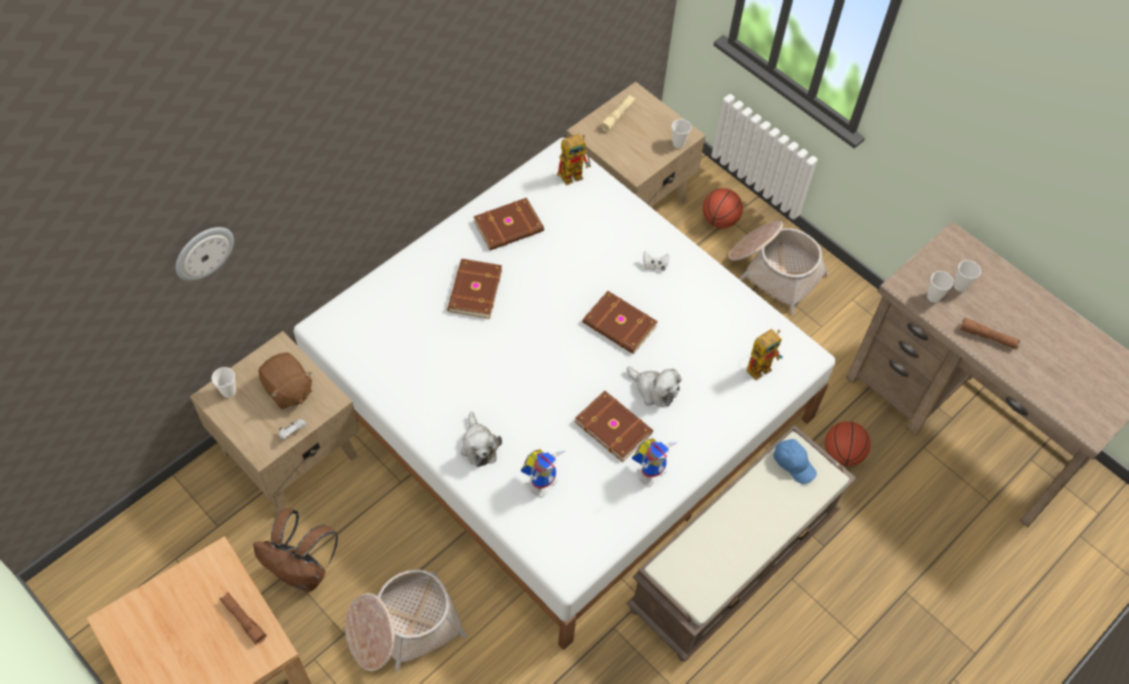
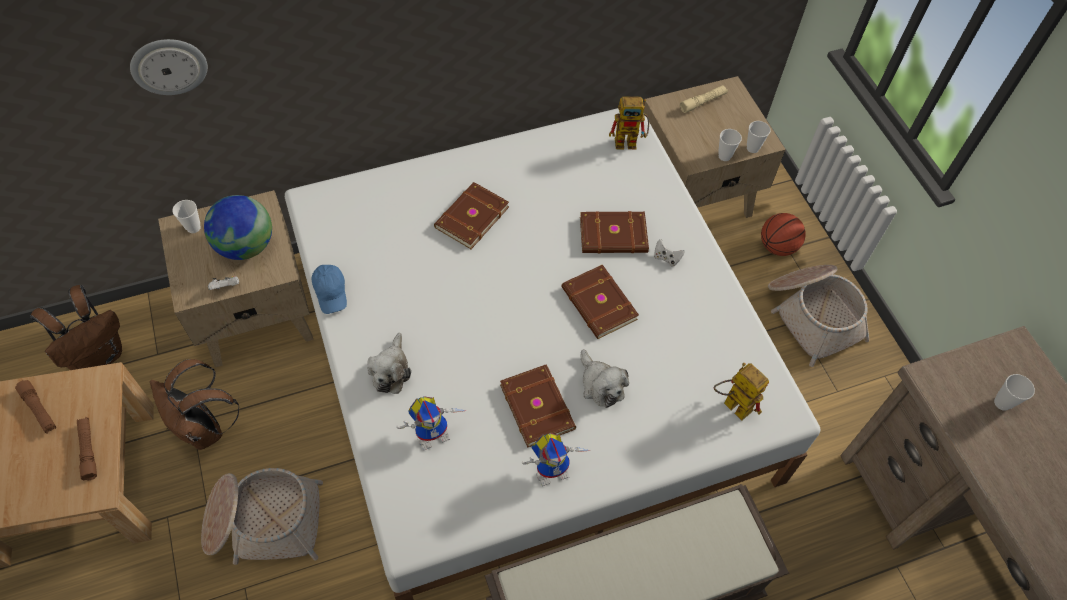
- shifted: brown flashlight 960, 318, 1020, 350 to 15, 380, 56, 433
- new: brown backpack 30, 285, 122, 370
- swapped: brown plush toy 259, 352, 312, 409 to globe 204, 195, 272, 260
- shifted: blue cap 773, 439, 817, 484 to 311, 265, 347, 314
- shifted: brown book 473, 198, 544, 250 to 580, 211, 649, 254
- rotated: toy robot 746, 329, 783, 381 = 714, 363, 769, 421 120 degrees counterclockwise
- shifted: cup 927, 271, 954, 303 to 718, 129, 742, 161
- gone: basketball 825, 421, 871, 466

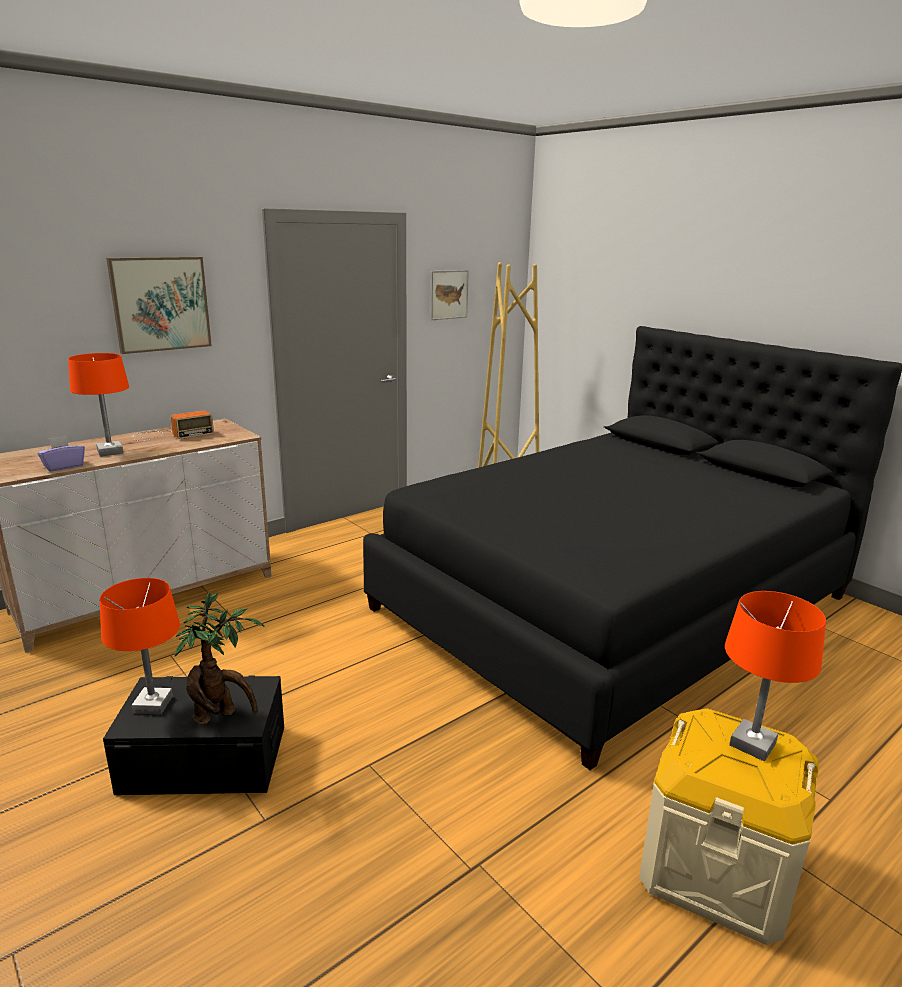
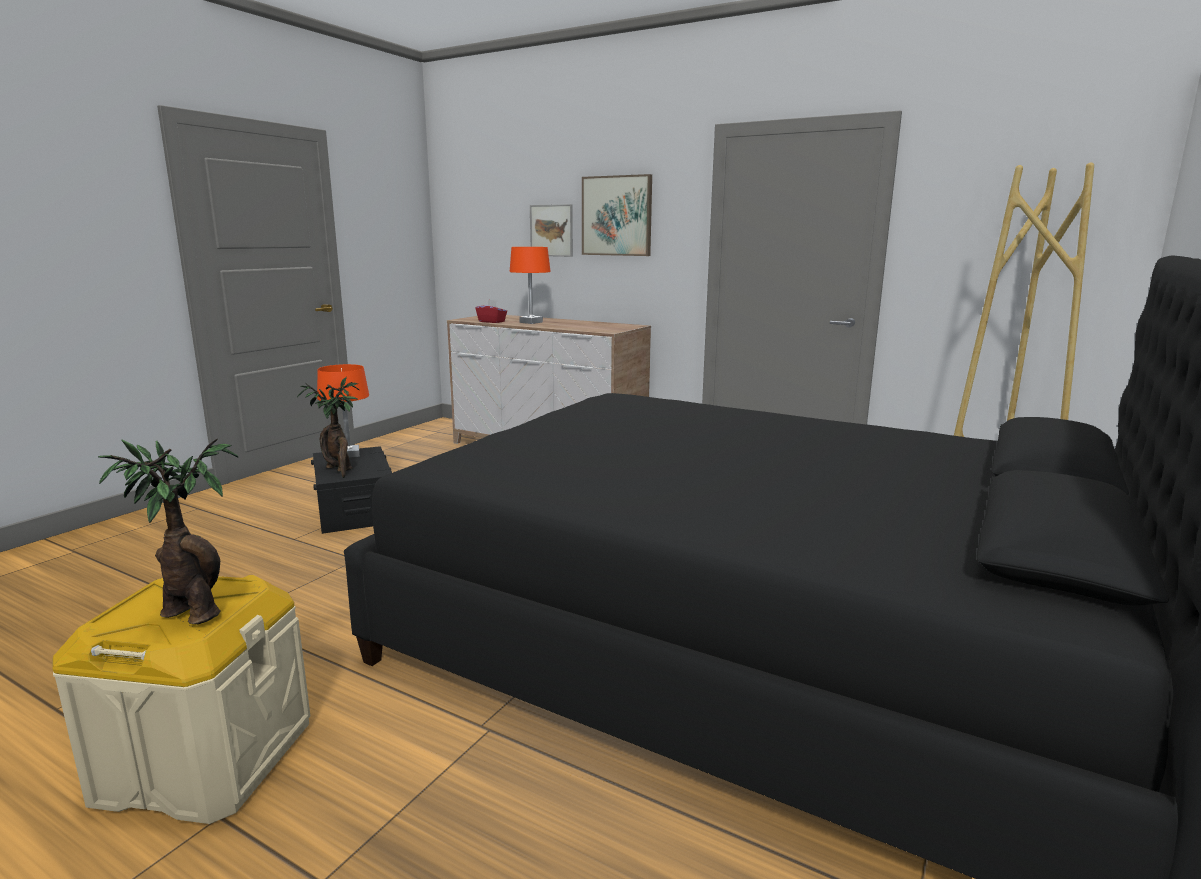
- swapped: orange table lamp 725, 591, 826, 762 to potted plant 98, 439, 239, 624
- repainted: purple tissue box 37, 435, 85, 471 to red tissue box 476, 300, 507, 323
- shifted: picture 430, 270, 469, 320 to 530, 204, 573, 257
- gone: radio 133, 411, 214, 441

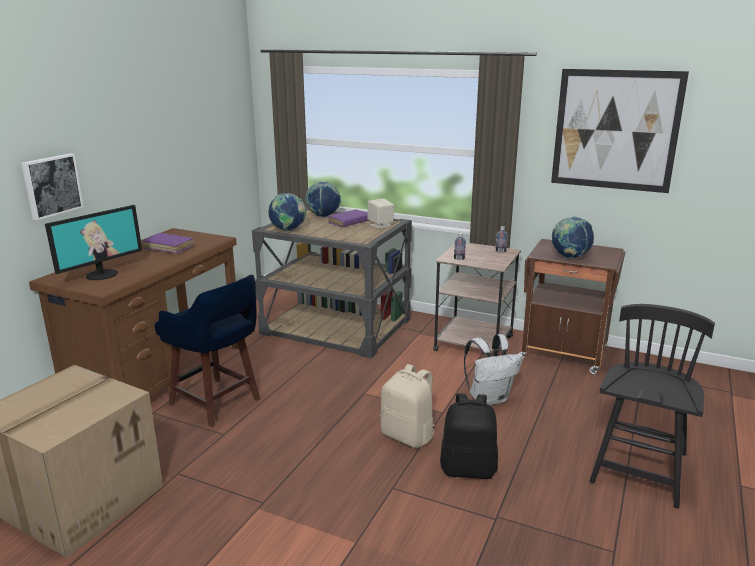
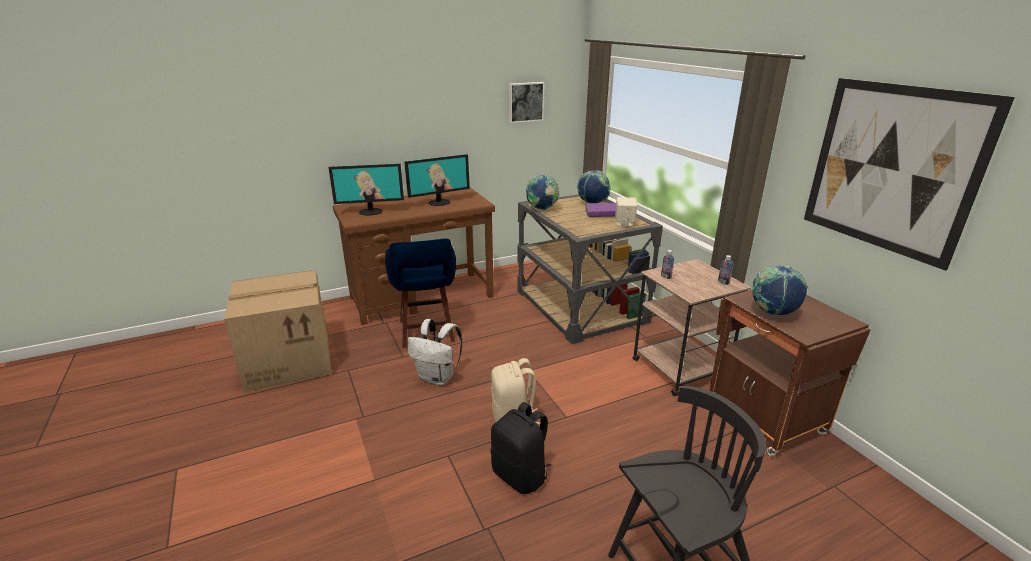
- swapped: purple book 142, 233, 194, 254 to monitor 404, 154, 470, 206
- shifted: white backpack 464, 334, 523, 405 to 408, 319, 462, 385
- shifted: picture 21, 153, 83, 220 to 509, 82, 544, 123

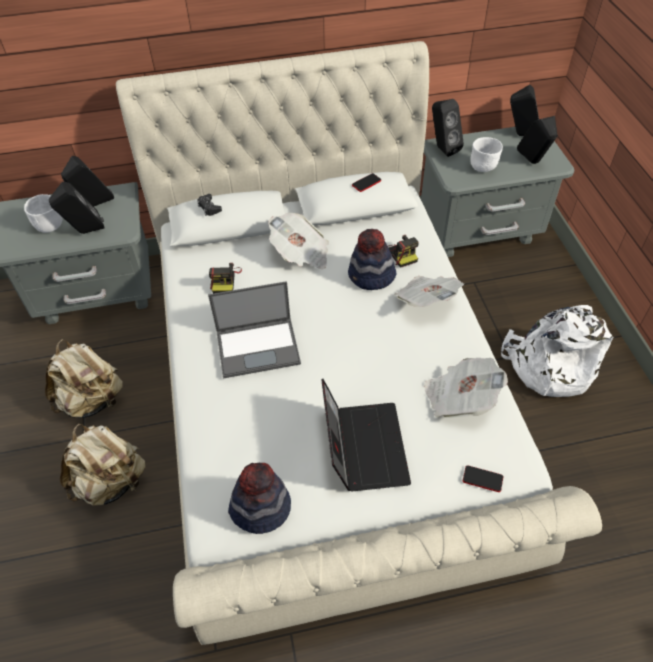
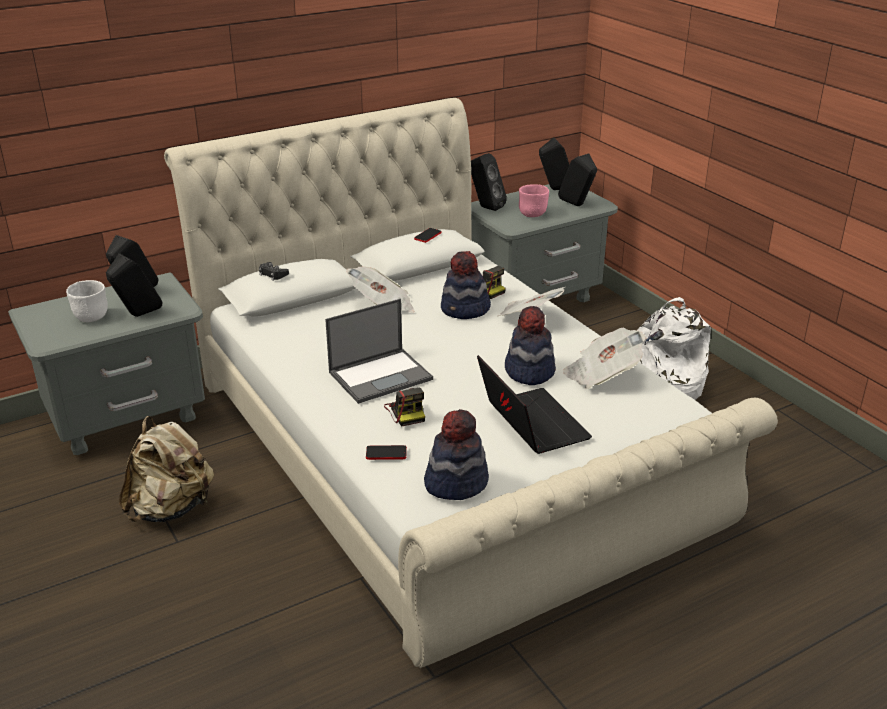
- shifted: phone 463, 466, 504, 492 to 366, 445, 407, 460
- shifted: photo camera 209, 263, 242, 294 to 384, 387, 425, 427
- new: hat 505, 306, 556, 385
- repainted: white bowl 470, 137, 503, 172 to pink bowl 519, 184, 549, 217
- gone: beige backpack 60, 423, 146, 506

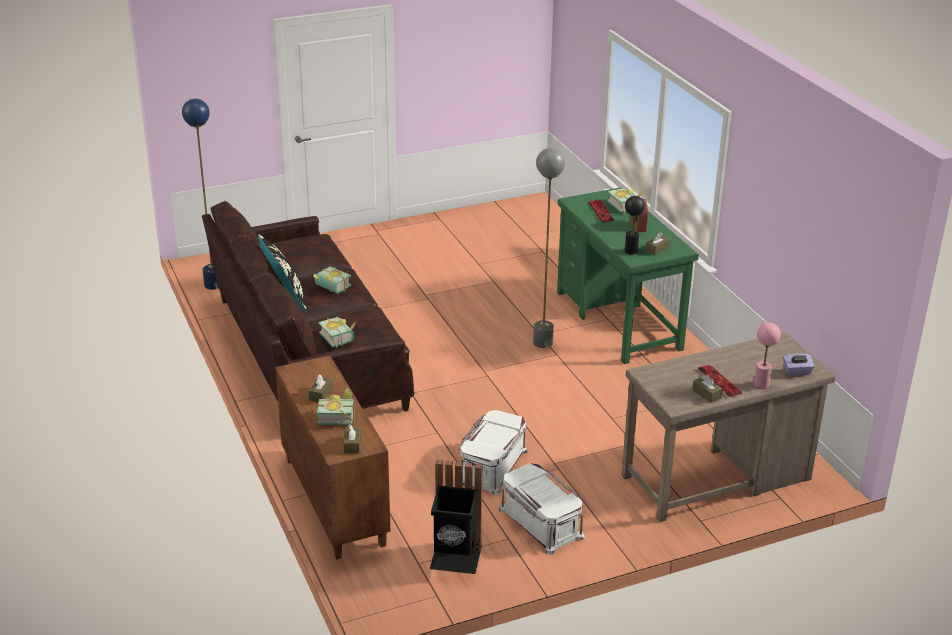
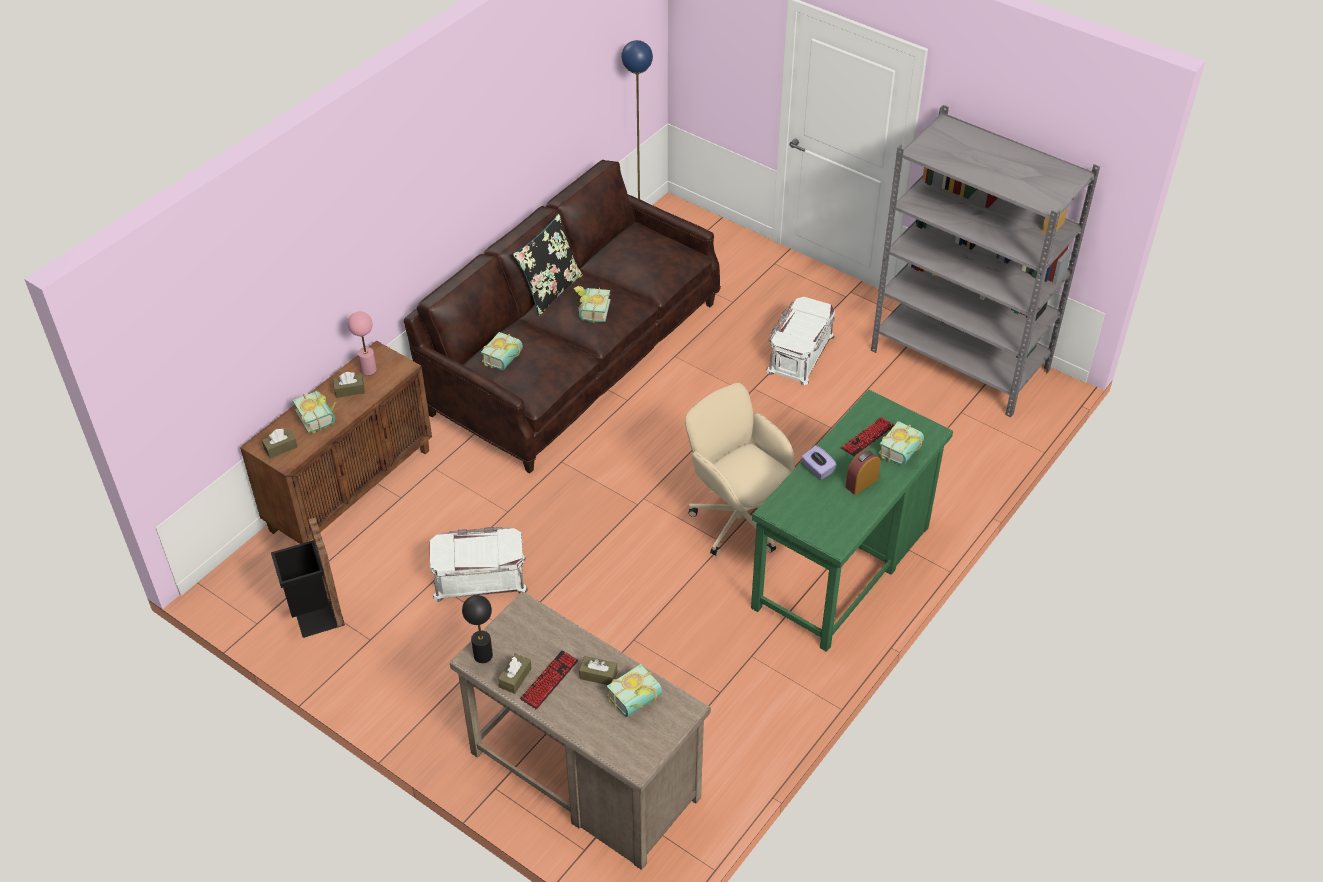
- shifted: pink table lamp 754, 322, 781, 389 to 348, 311, 377, 376
- shifted: black table lamp 625, 196, 645, 255 to 462, 595, 493, 663
- shifted: brown tissue box 645, 232, 670, 255 to 579, 656, 618, 685
- new: book 607, 664, 662, 717
- swapped: grey floor lamp 533, 148, 565, 348 to beige office chair 685, 383, 795, 556
- shifted: white storage box 499, 463, 584, 554 to 766, 297, 835, 385
- shifted: purple tissue box 783, 353, 815, 376 to 802, 445, 837, 480
- new: grey bookcase 871, 105, 1100, 417

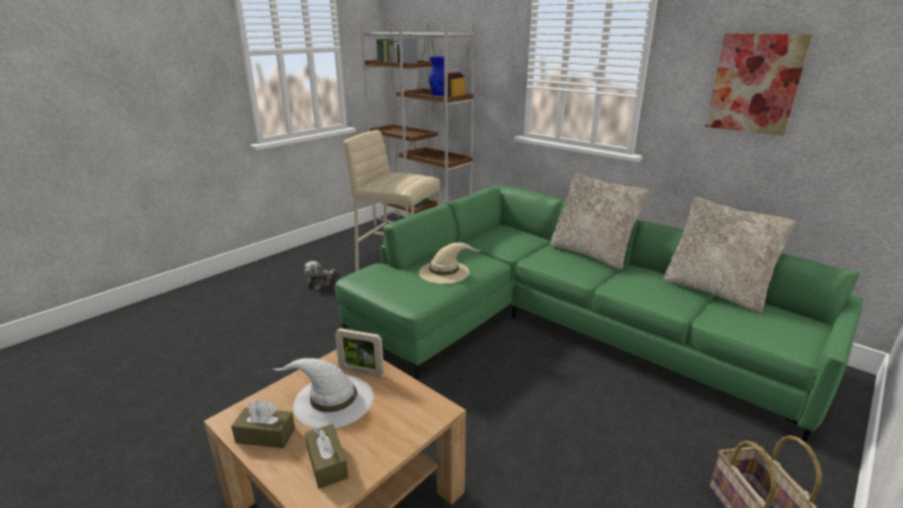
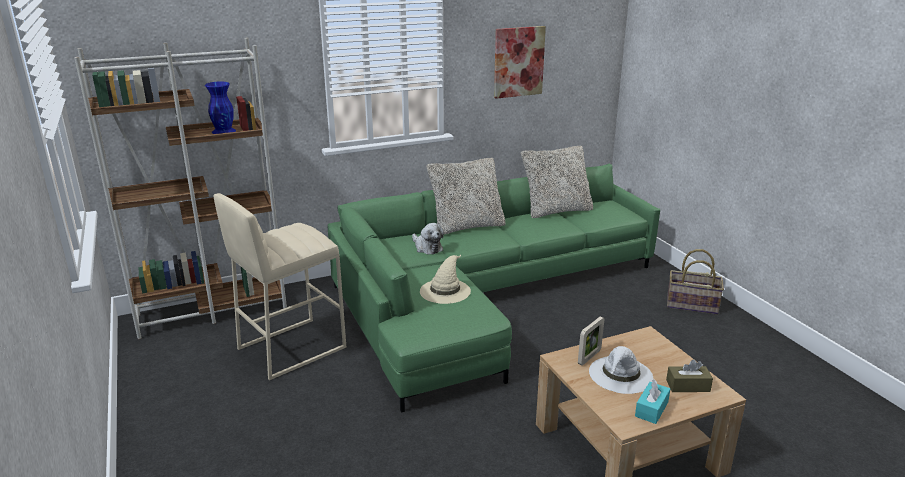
- shifted: plush toy 304, 261, 336, 290 to 412, 223, 444, 255
- repainted: brown tissue box 231, 400, 295, 448 to turquoise tissue box 635, 380, 670, 424

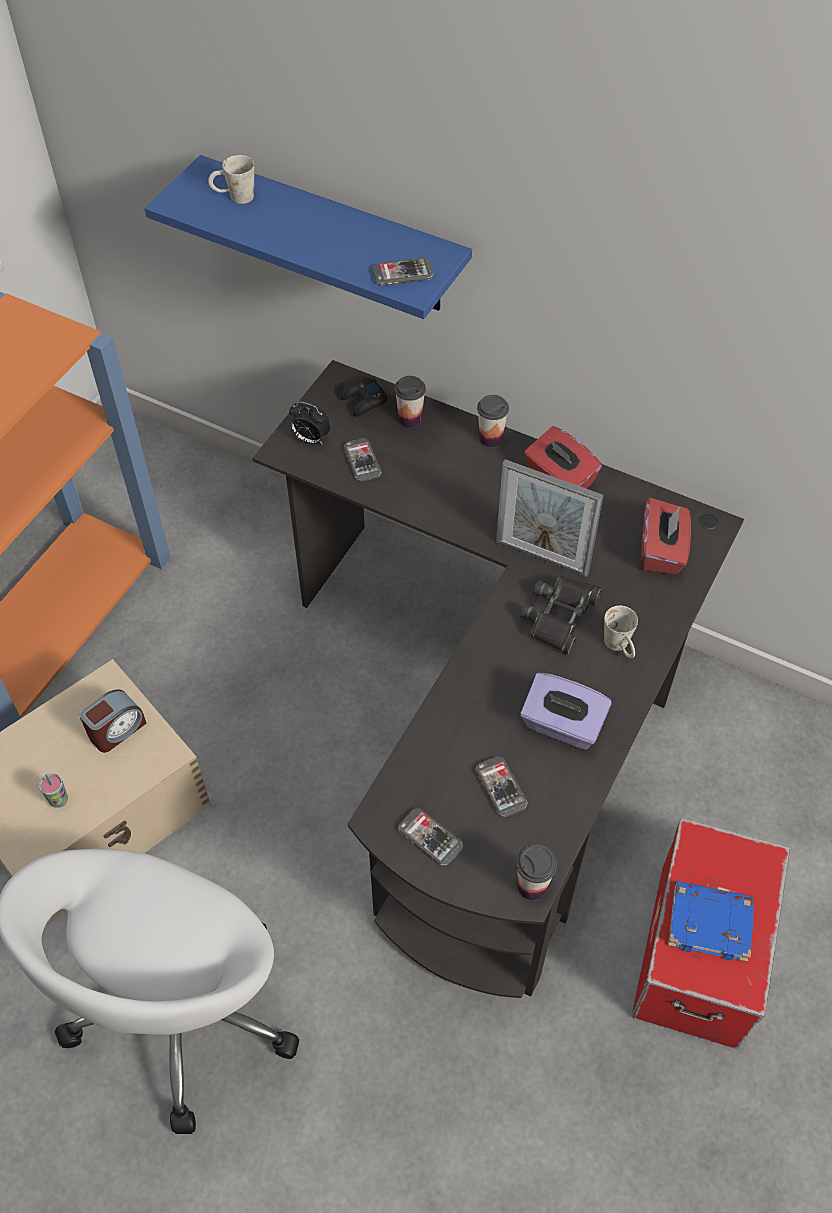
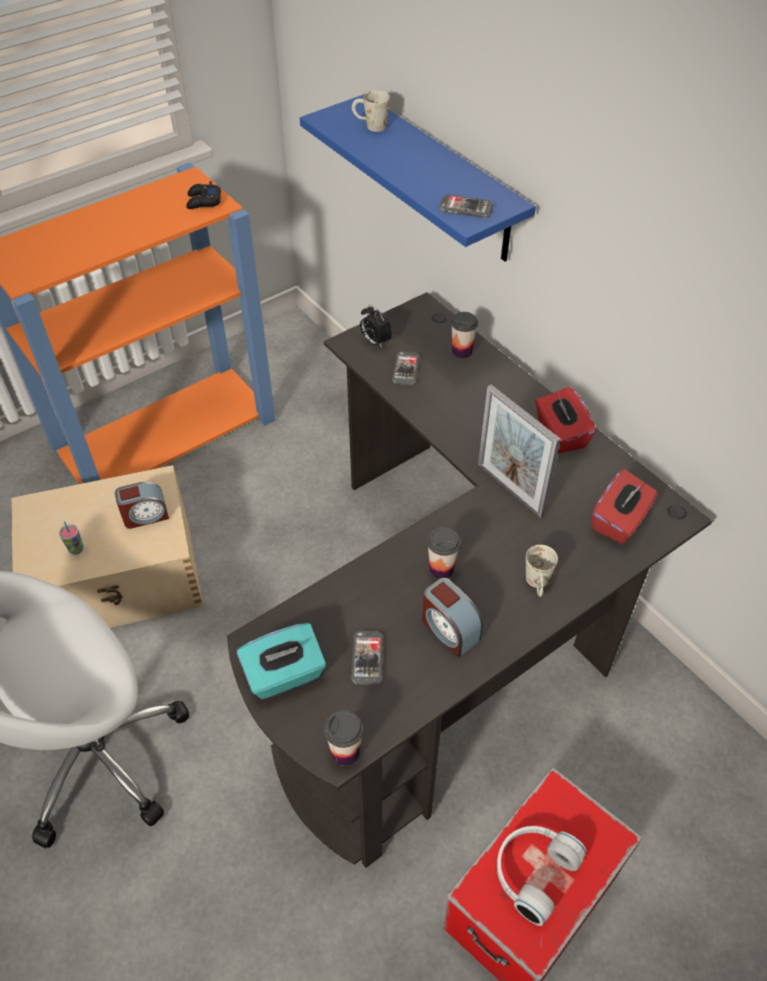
- shifted: black game controller 340, 377, 388, 417 to 186, 181, 221, 209
- swapped: phone 398, 808, 463, 866 to turquoise tissue box 237, 623, 326, 699
- swapped: purple tissue box 520, 673, 612, 750 to alarm clock 422, 578, 483, 657
- shifted: cup 477, 395, 509, 447 to 427, 527, 461, 579
- swapped: blue book 668, 881, 754, 962 to white headphones 497, 826, 587, 926
- gone: black binoculars 520, 575, 602, 655

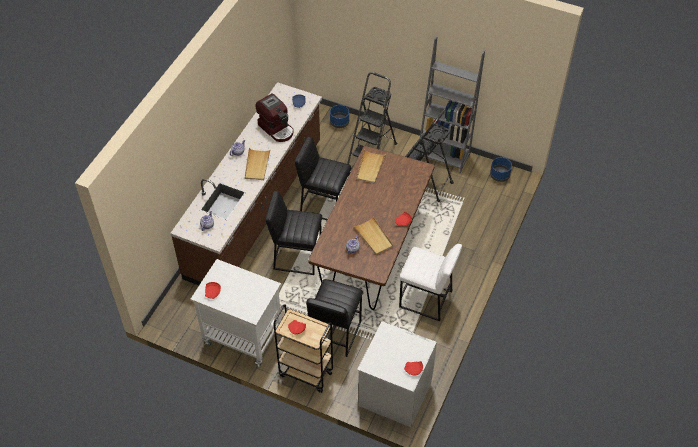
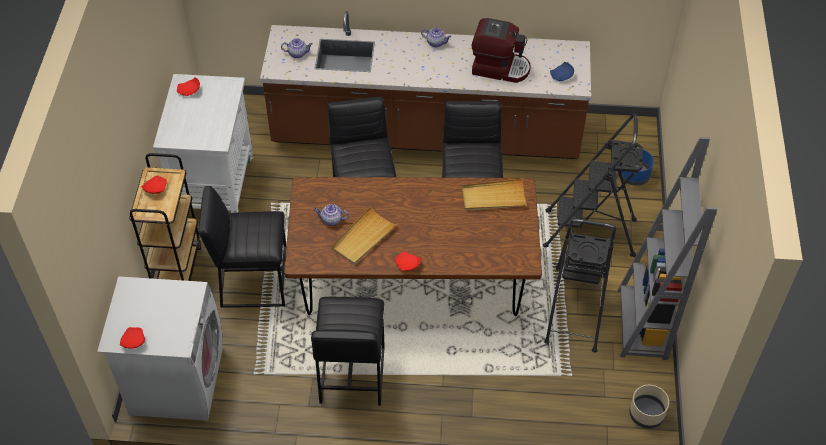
- repainted: white chair 399, 244, 462, 321 to black chair 311, 297, 385, 406
- rotated: coffee machine 255, 93, 294, 142 = 472, 18, 531, 83 105 degrees counterclockwise
- repainted: blue planter 490, 157, 512, 182 to beige planter 629, 385, 669, 428
- gone: beige tray 245, 148, 271, 180

